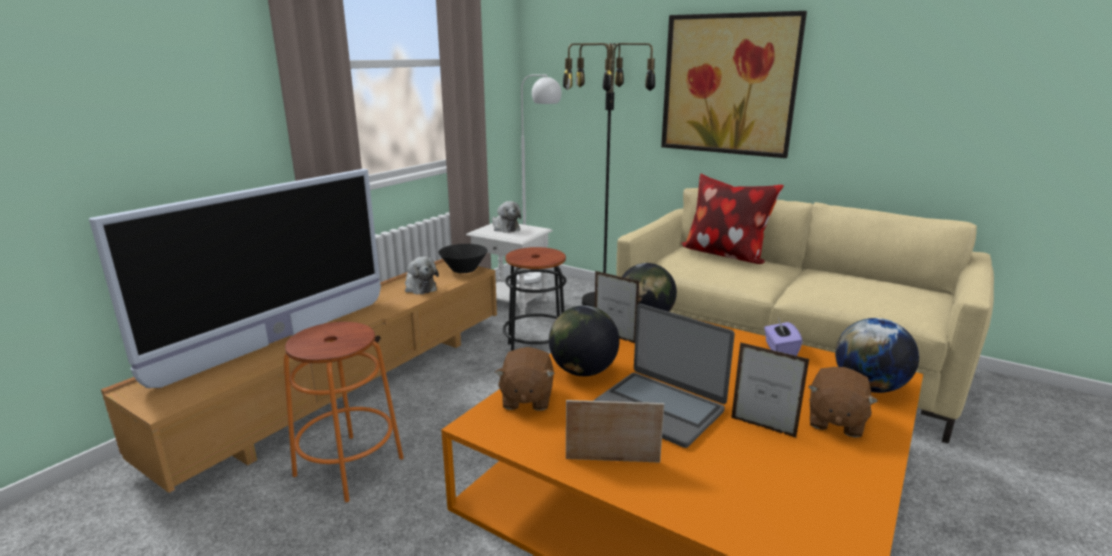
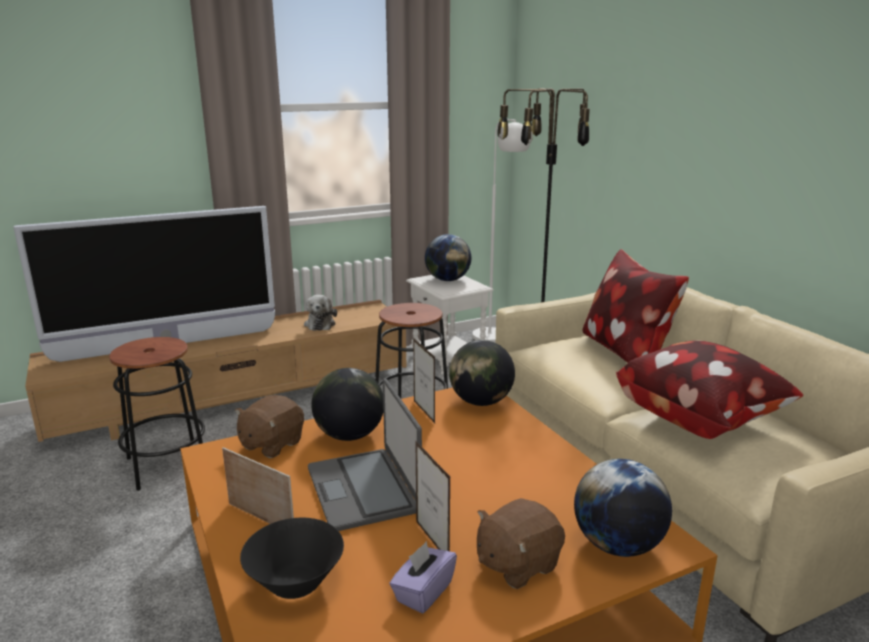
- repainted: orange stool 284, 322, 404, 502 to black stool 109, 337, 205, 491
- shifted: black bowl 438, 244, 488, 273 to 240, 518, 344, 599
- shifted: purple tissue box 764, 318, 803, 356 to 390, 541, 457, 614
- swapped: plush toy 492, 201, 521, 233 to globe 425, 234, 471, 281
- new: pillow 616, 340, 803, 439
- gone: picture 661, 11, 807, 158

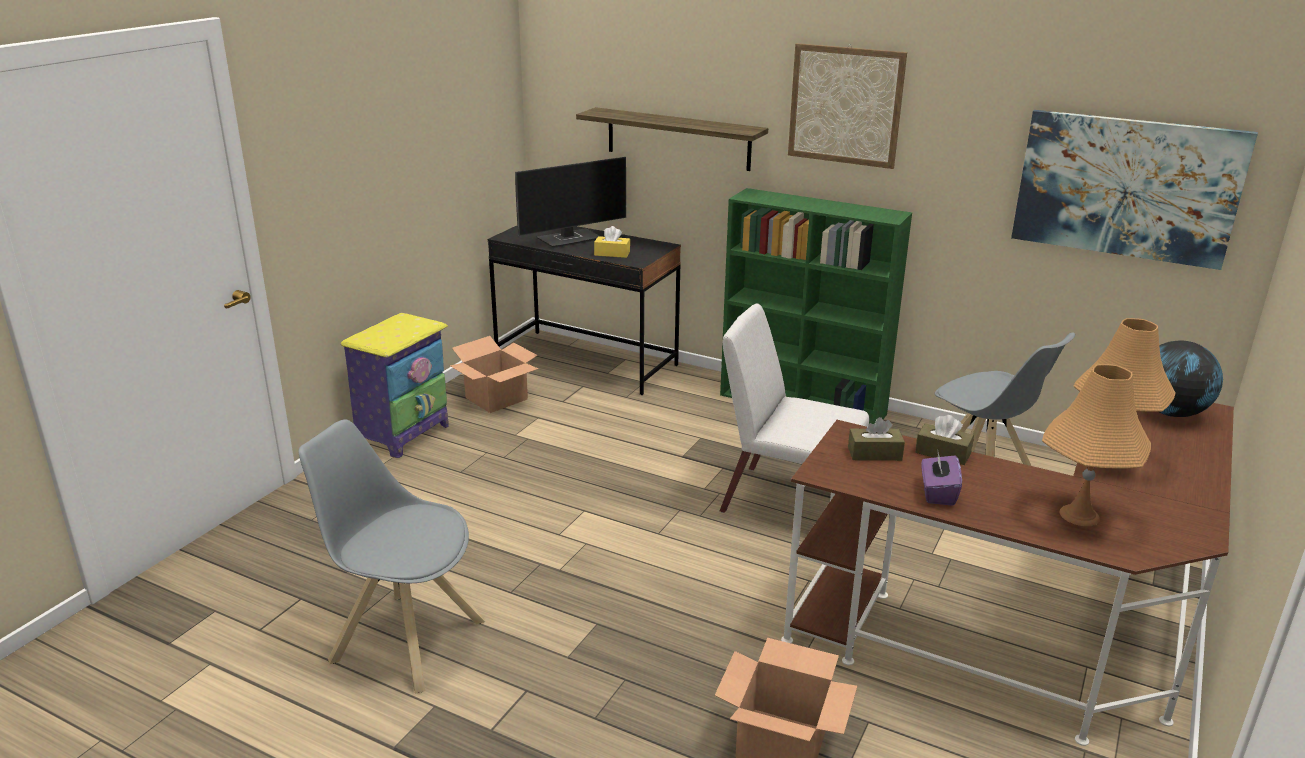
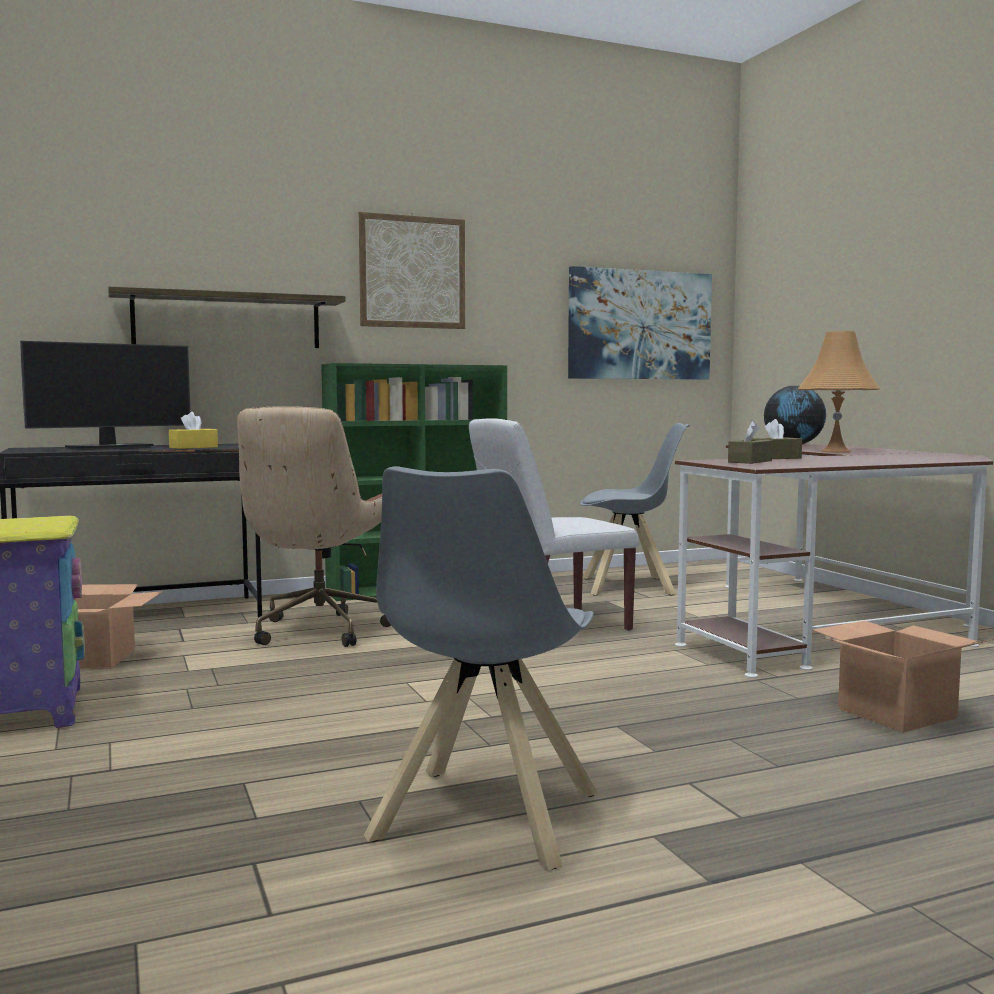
- rotated: monitor 515, 157, 626, 248 = 20, 341, 191, 450 45 degrees clockwise
- new: brown office chair 237, 406, 391, 647
- rotated: grey chair 299, 419, 485, 693 = 364, 466, 598, 870 45 degrees counterclockwise
- gone: purple tissue box 921, 452, 962, 506
- gone: orange table lamp 1042, 364, 1151, 526

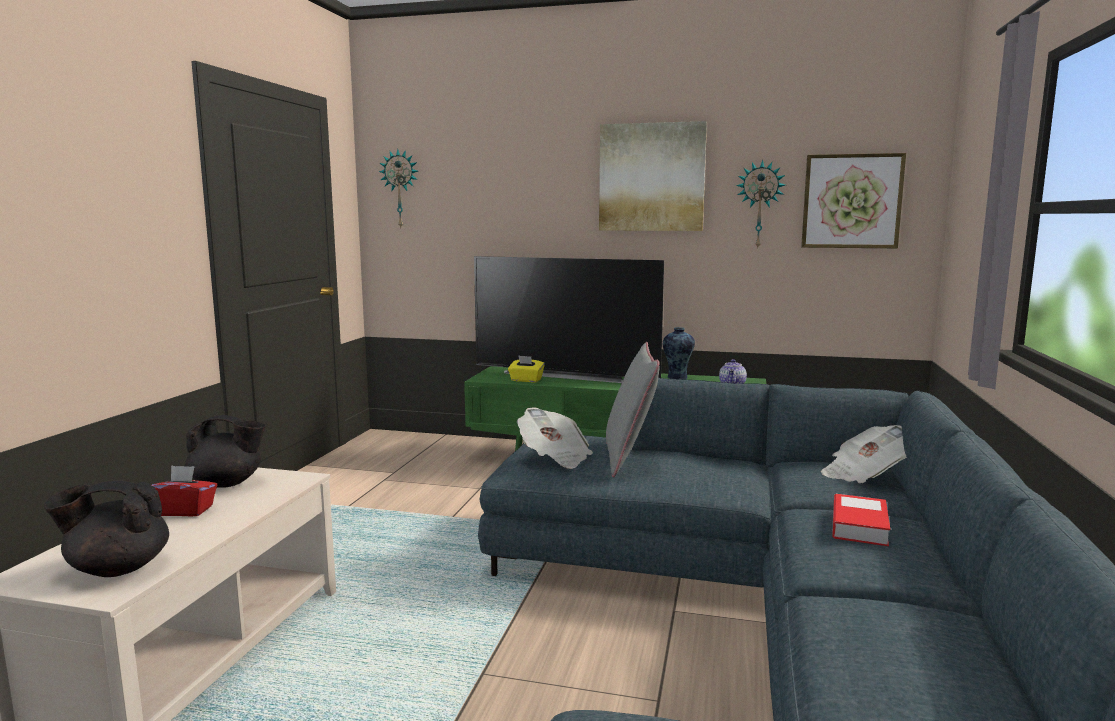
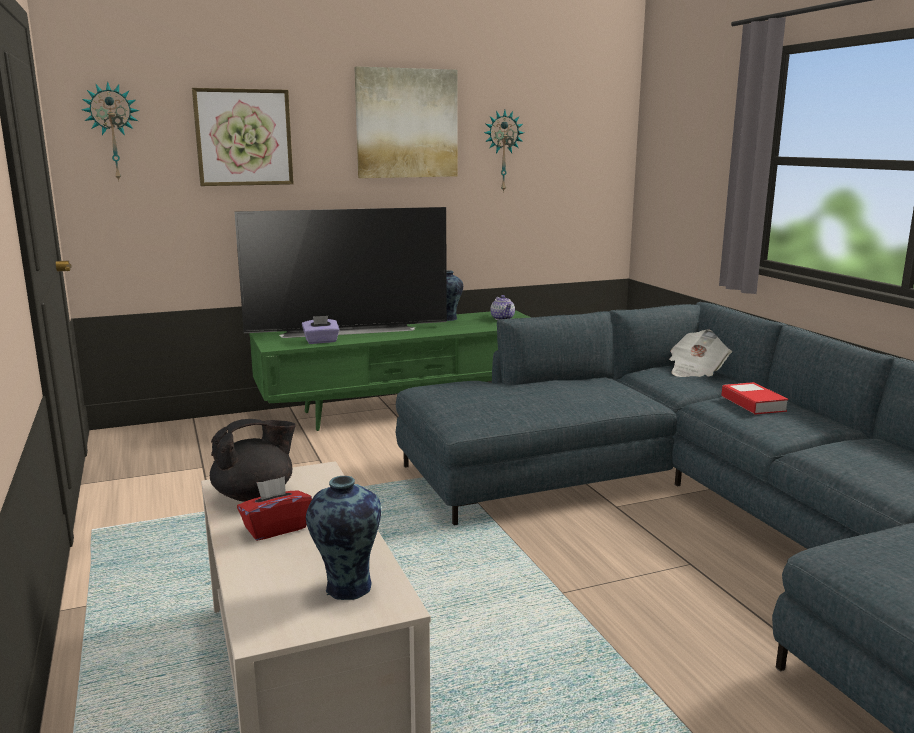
- shifted: picture 801, 153, 906, 248 to 192, 88, 294, 186
- repainted: yellow tissue box 508, 355, 545, 382 to purple tissue box 302, 316, 340, 344
- swapped: black teapot 44, 481, 169, 577 to vase 306, 476, 381, 600
- gone: newspaper 517, 408, 593, 469
- gone: grey pillow 606, 342, 660, 477

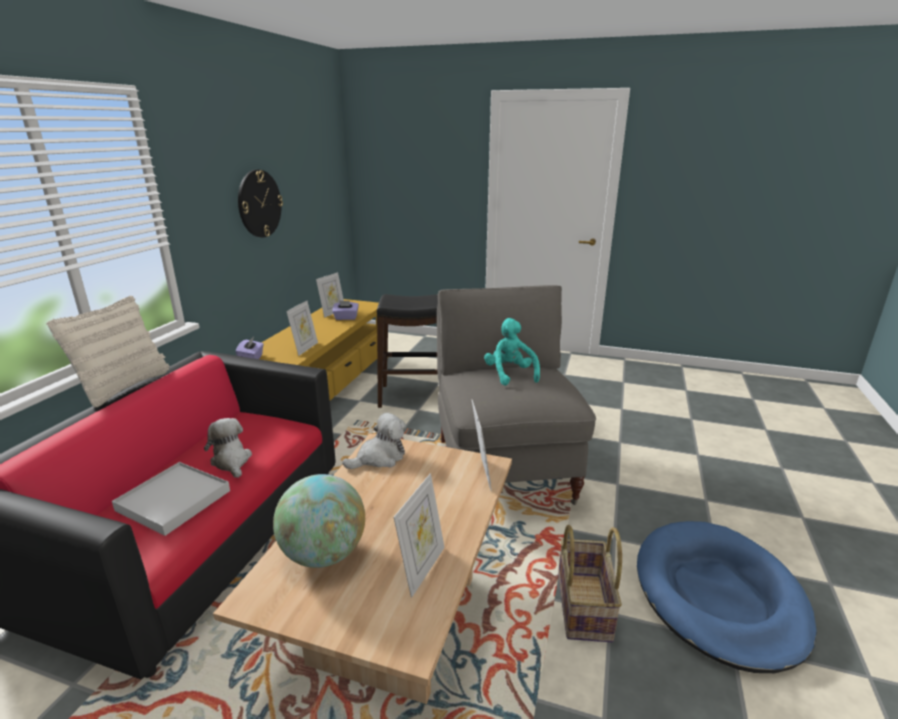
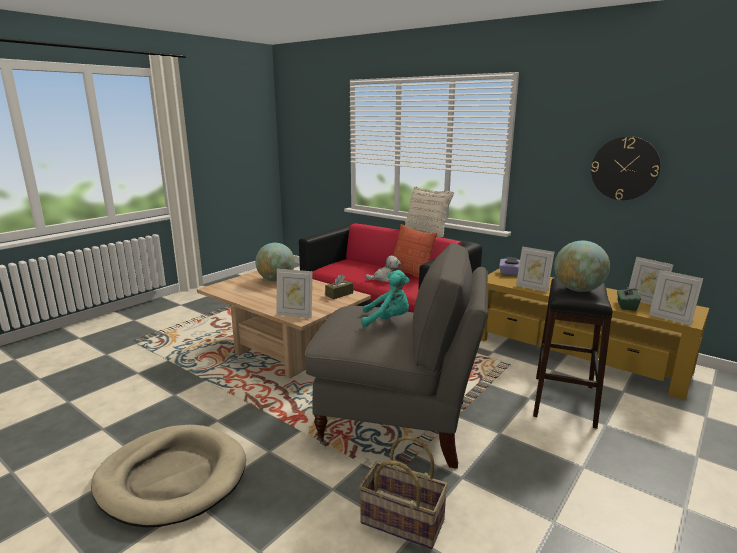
- repainted: blue dog bed 637, 521, 817, 673 to beige dog bed 91, 425, 246, 527
- swapped: plush toy 342, 412, 406, 469 to brown tissue box 325, 274, 353, 299
- shifted: basket 558, 525, 622, 642 to 359, 436, 448, 549
- new: orange pillow 393, 224, 437, 278
- new: globe 554, 241, 610, 292
- repainted: purple tissue box 332, 300, 359, 320 to green tissue box 617, 284, 641, 311
- shifted: picture frame 394, 473, 445, 598 to 649, 270, 703, 326
- gone: white tray 112, 462, 230, 536

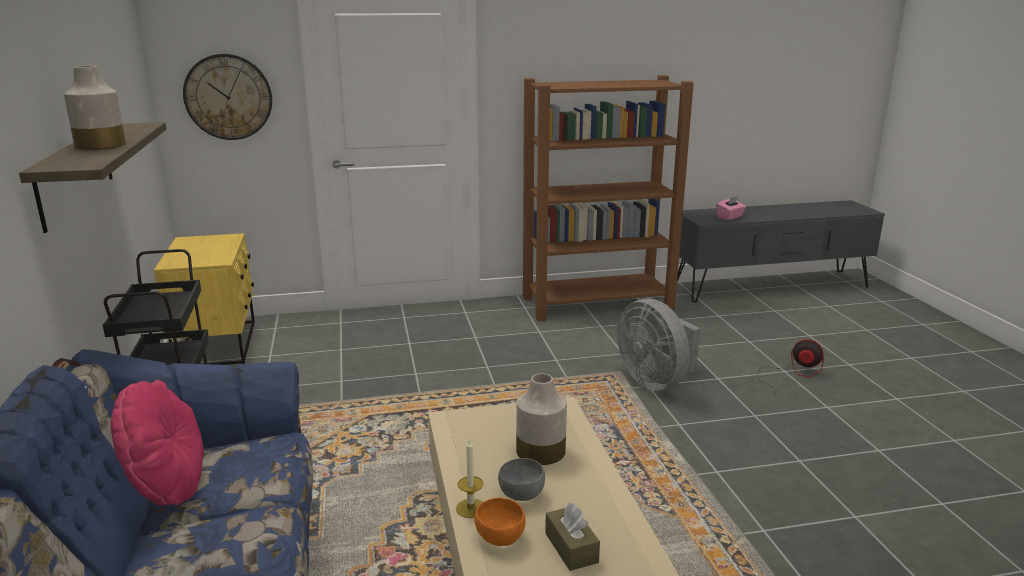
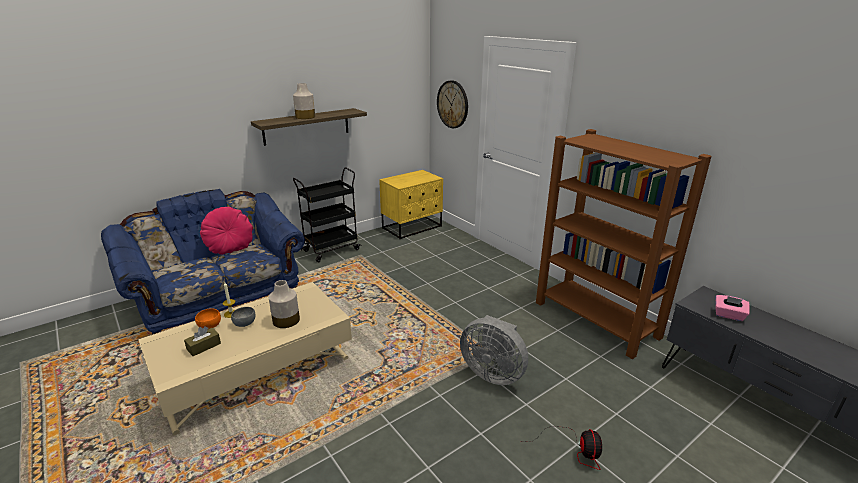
- rotated: grey fan 617, 298, 700, 391 = 460, 315, 528, 385 90 degrees counterclockwise

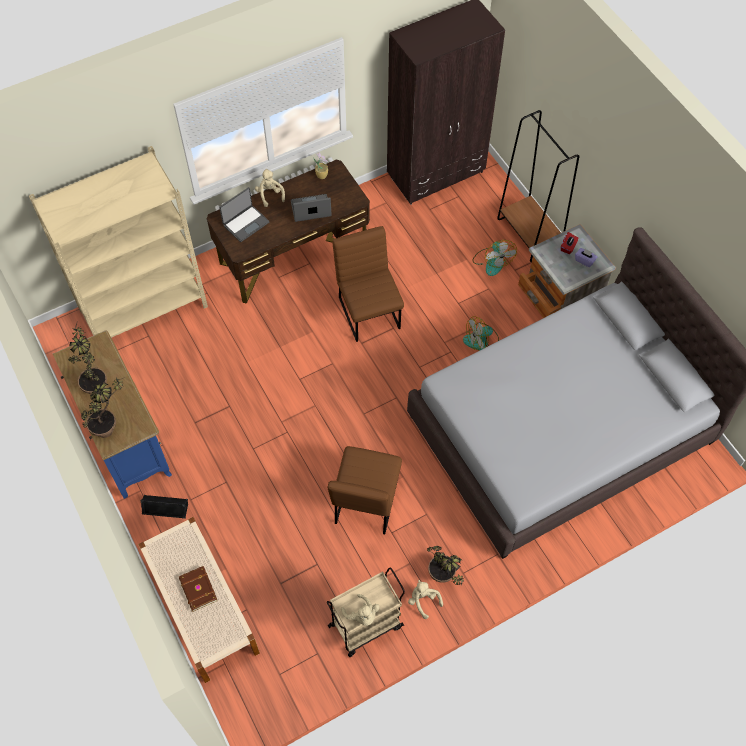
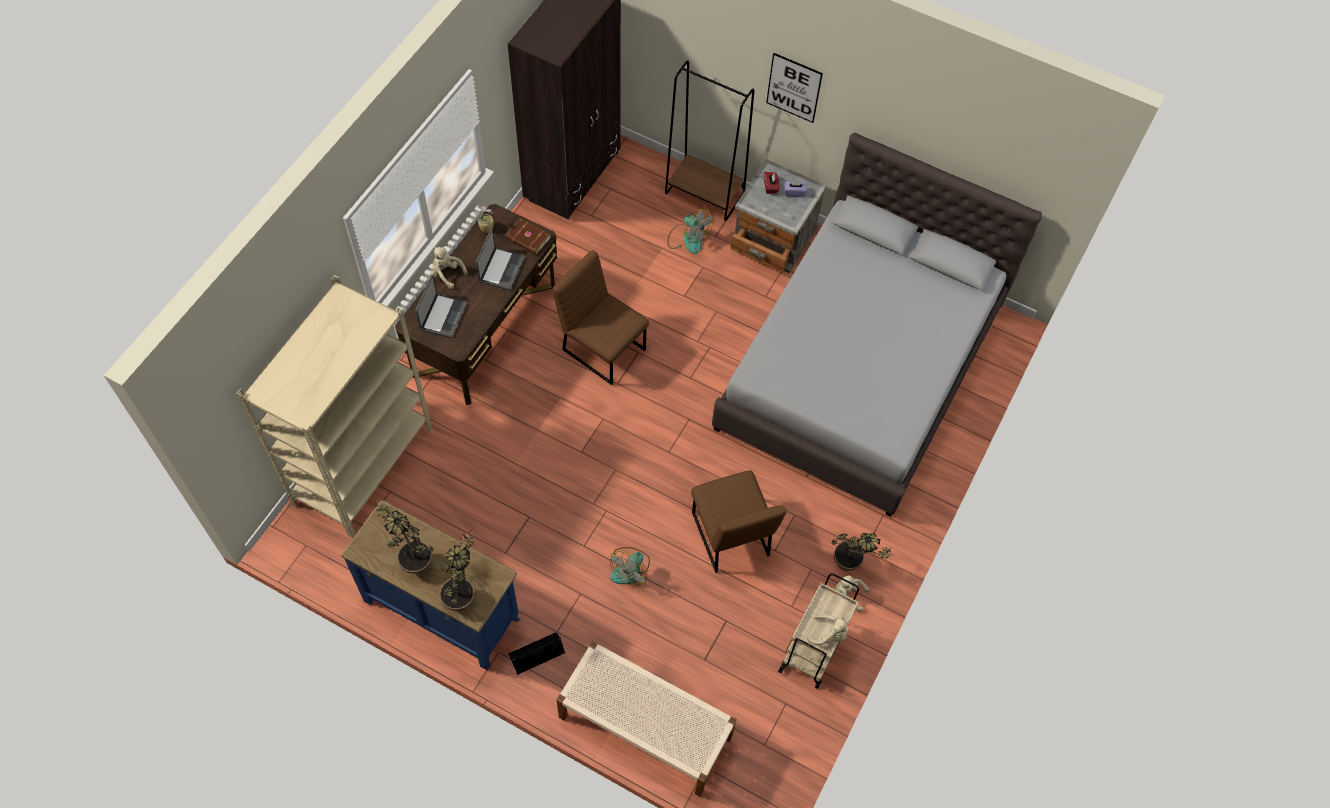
- rotated: laptop 291, 194, 332, 222 = 476, 228, 525, 290 150 degrees clockwise
- shifted: brown book 179, 566, 218, 612 to 505, 218, 551, 254
- shifted: fan 463, 316, 499, 351 to 610, 547, 650, 586
- new: picture 766, 53, 823, 123

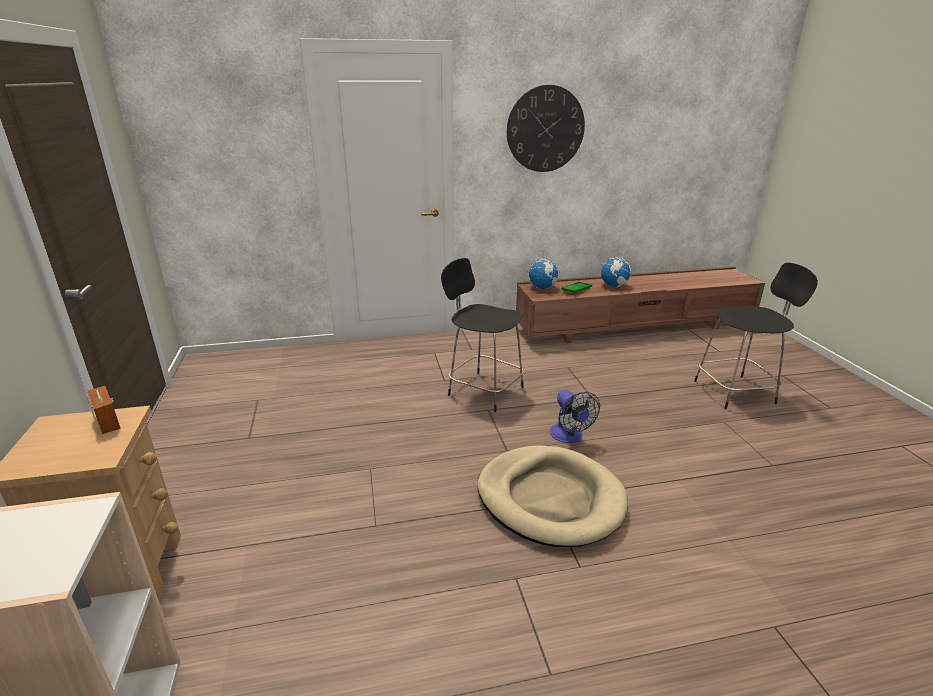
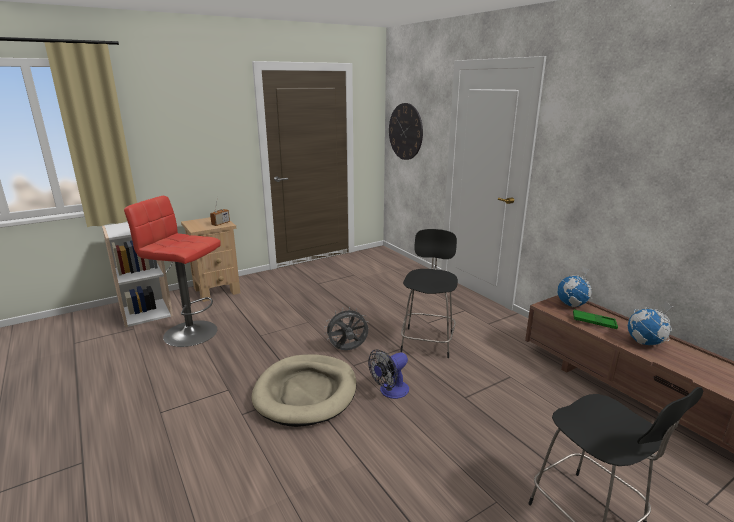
- new: red stool 124, 196, 221, 347
- new: grey fan 324, 307, 369, 350
- shifted: wall clock 507, 85, 585, 172 to 389, 103, 423, 160

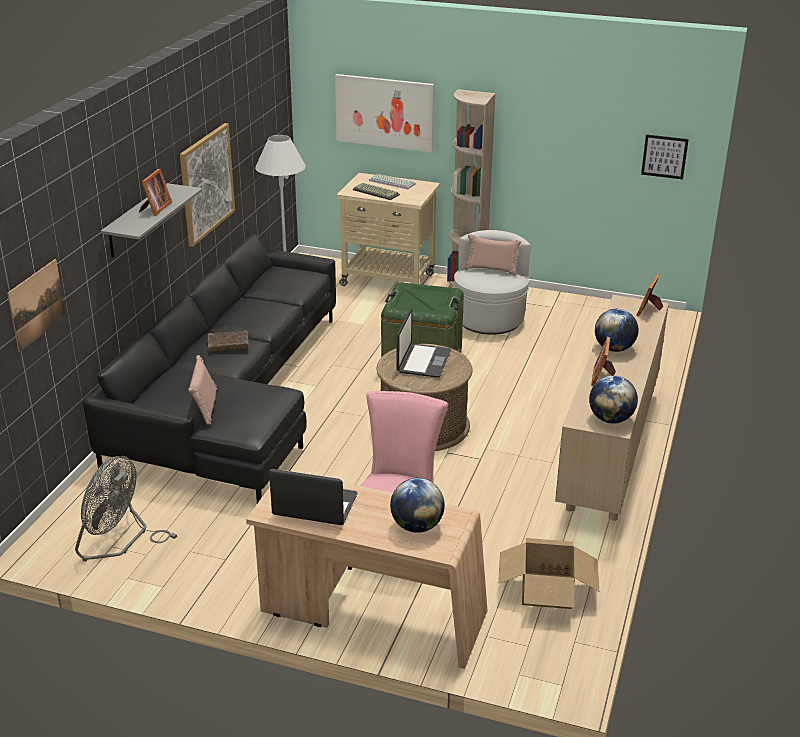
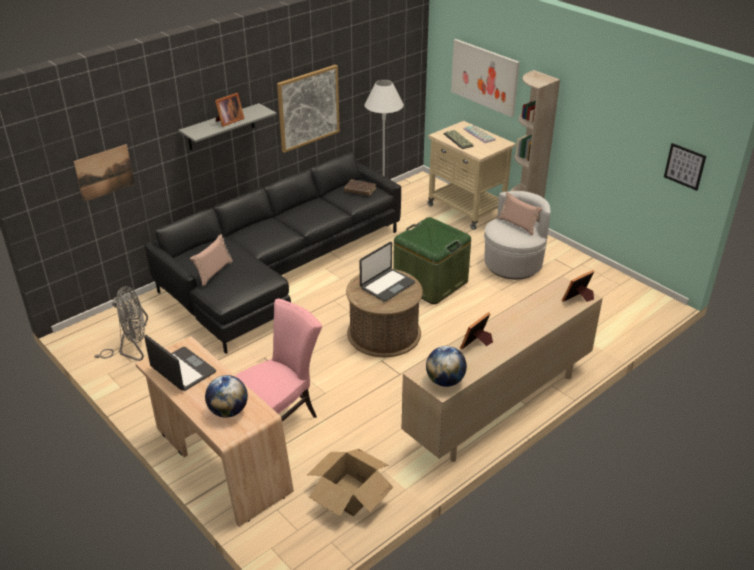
- rotated: grey fan 75, 456, 177, 561 = 94, 286, 148, 361 120 degrees clockwise
- shifted: brown book 208, 331, 249, 352 to 344, 179, 376, 196
- gone: globe 595, 309, 638, 352

